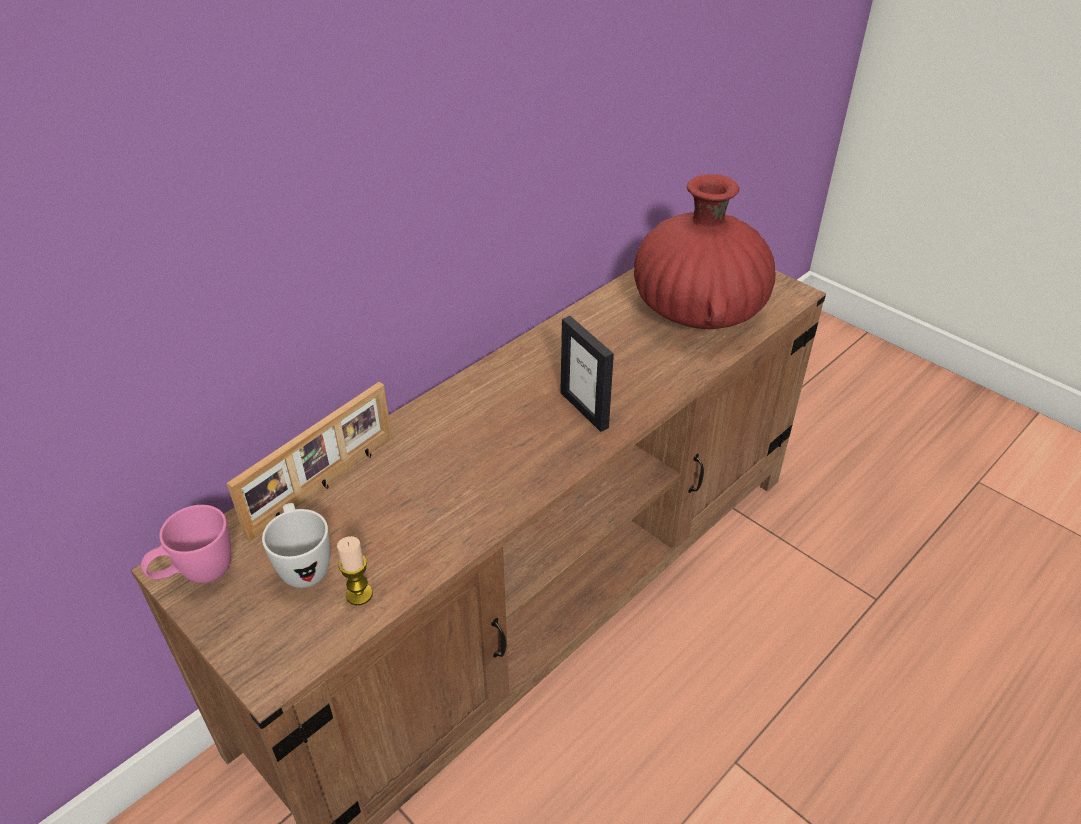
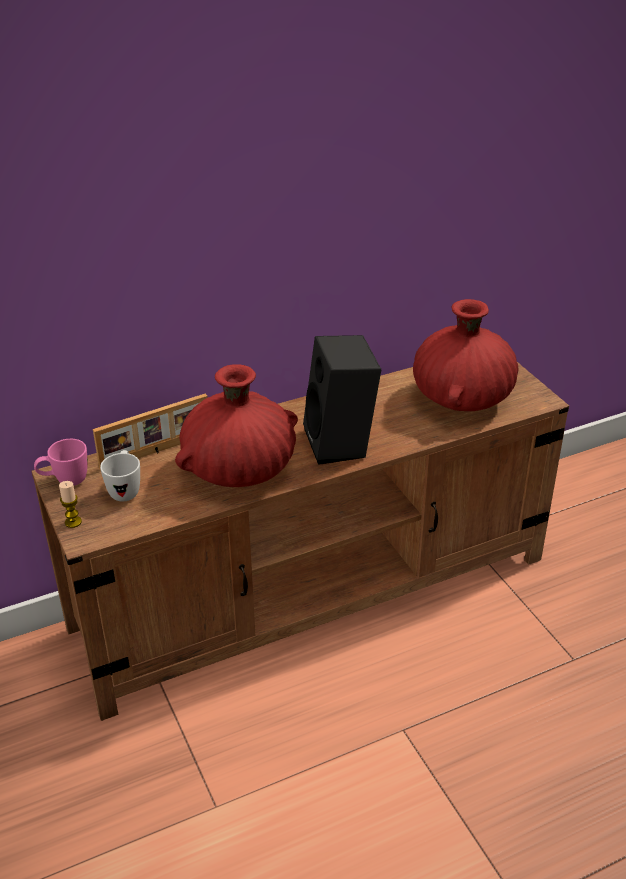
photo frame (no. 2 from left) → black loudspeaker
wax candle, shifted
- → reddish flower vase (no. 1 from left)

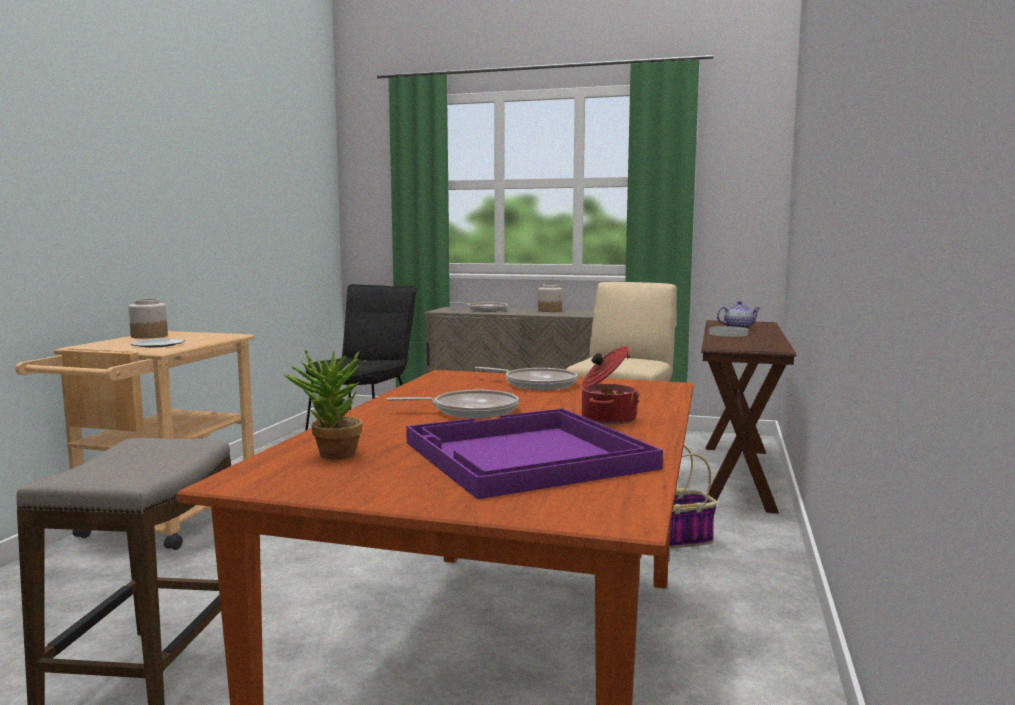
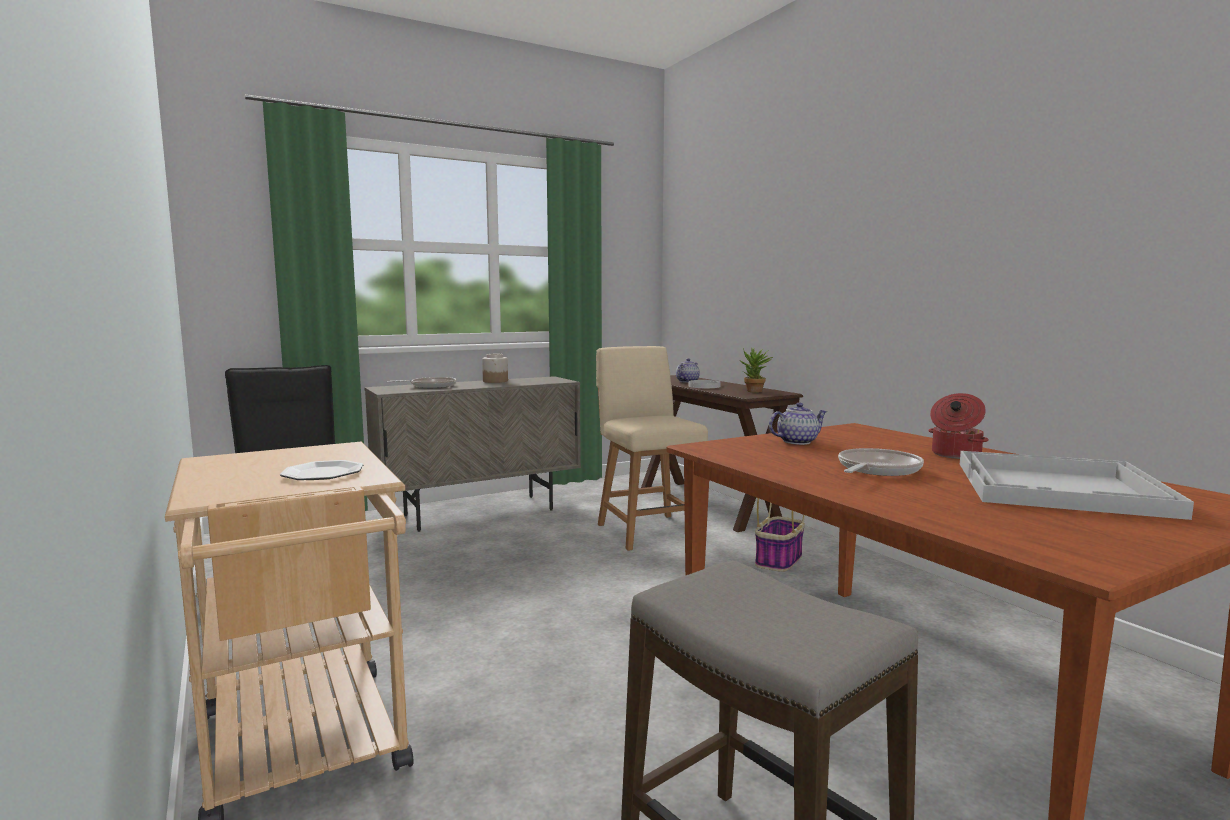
preserve jar (no. 1 from left) → -
plant in a pot, shifted
skillet (no. 3 from left) → pot for tea (no. 2 from left)
purplish carrying tray → white carrying tray

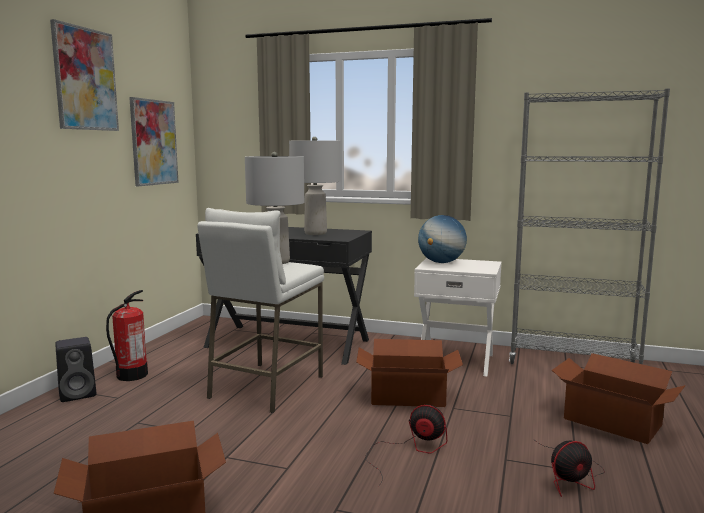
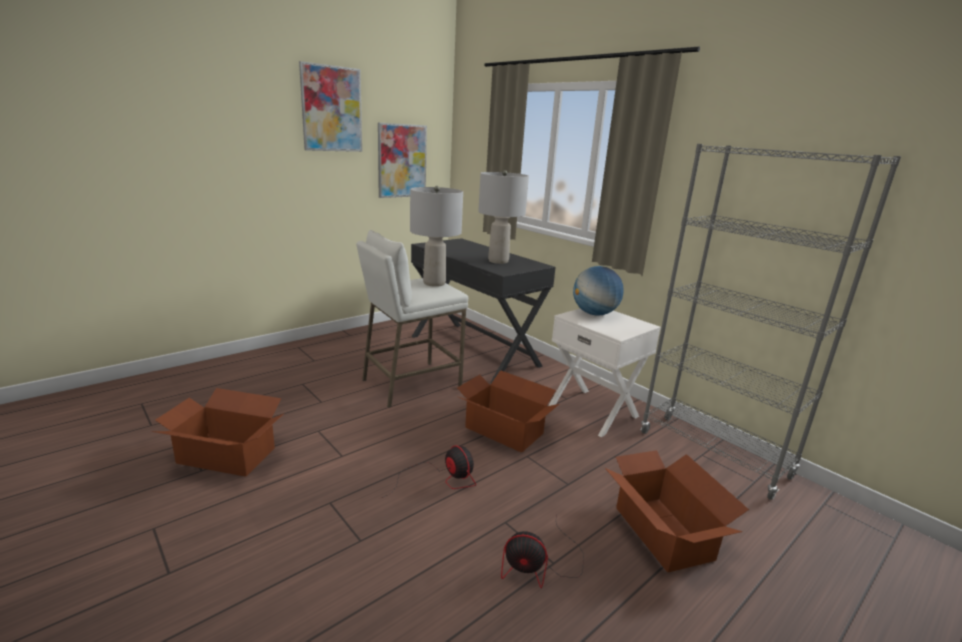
fire-fighting cylinder → -
black loudspeaker → -

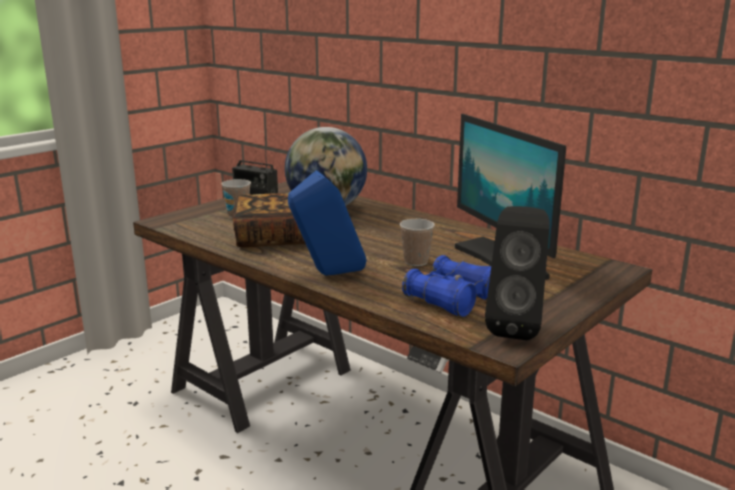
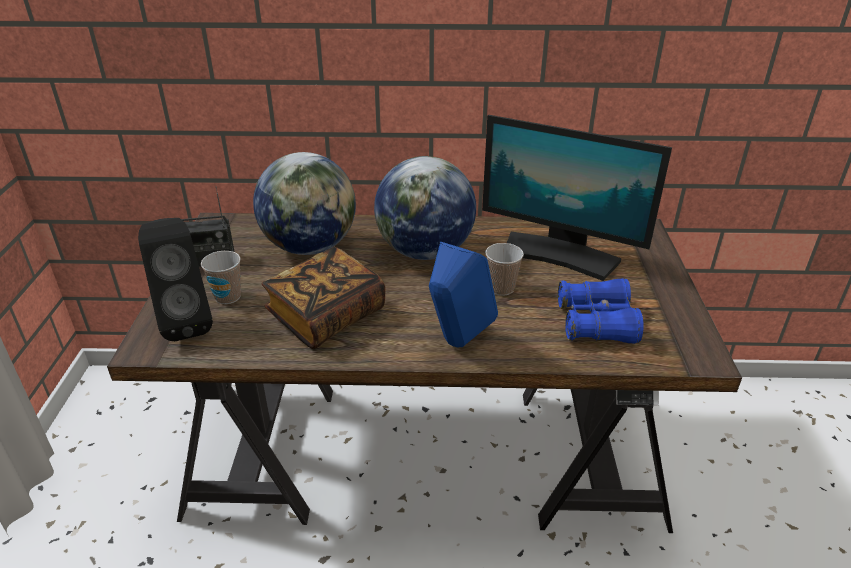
black loudspeaker, shifted
- → desk globe (no. 2 from left)

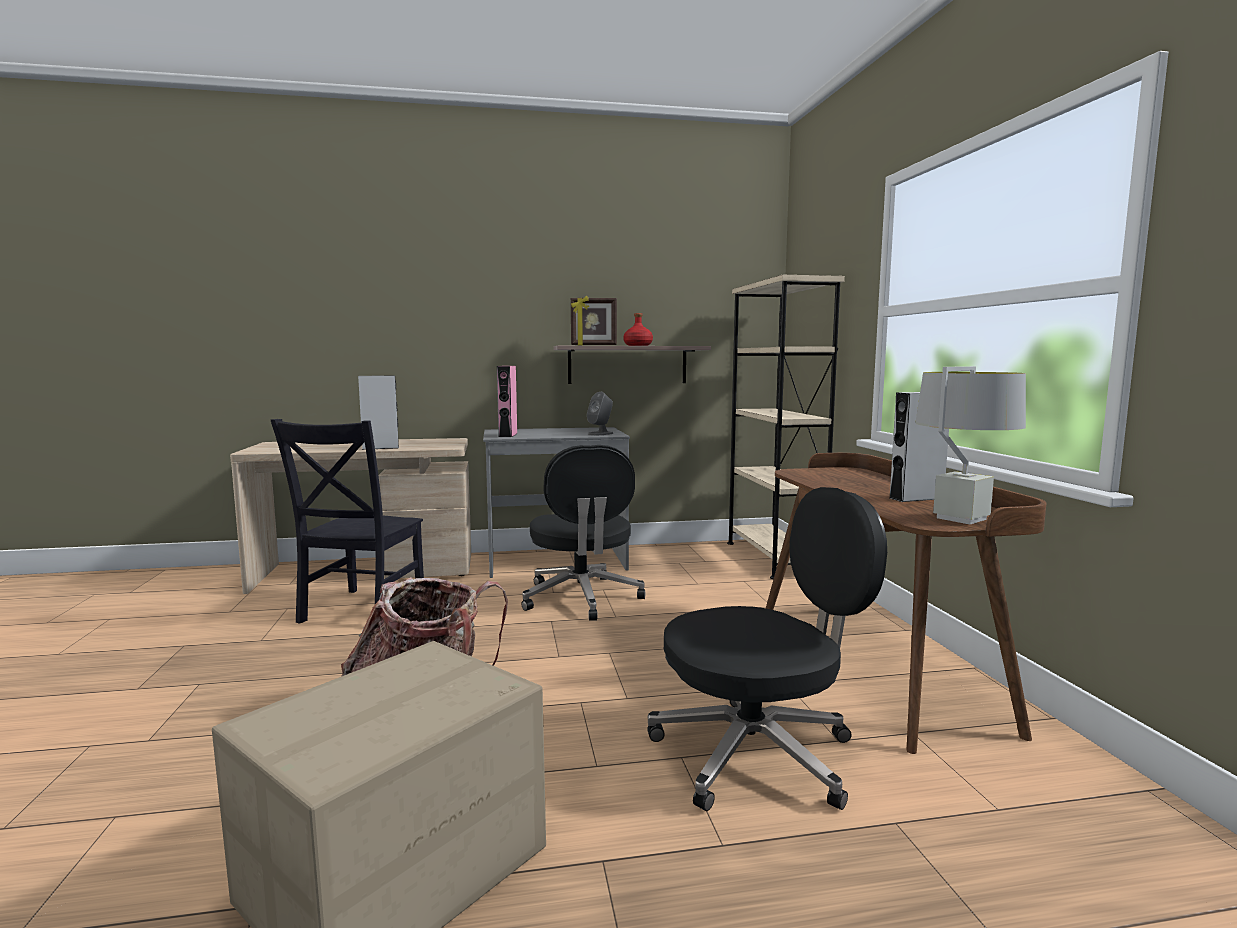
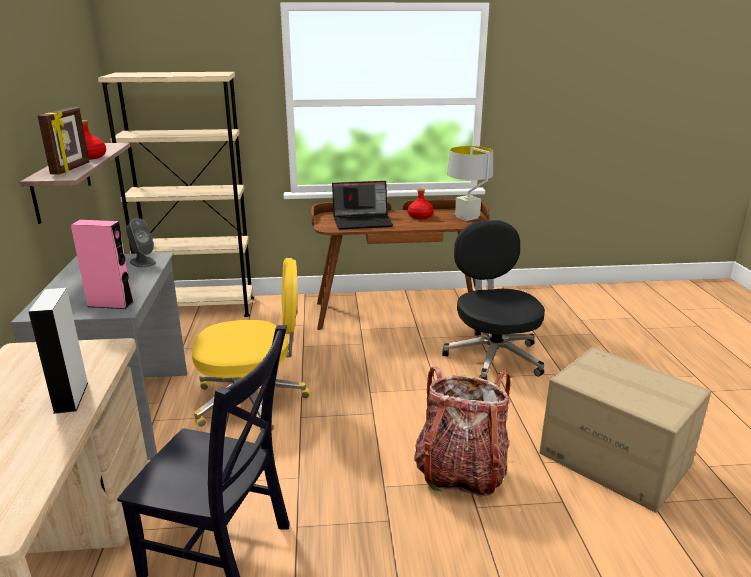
gray loudspeaker (no. 3 from left) → reddish drink bottle (no. 2 from left)
black office chair (no. 1 from left) → yellow-coloured office chair
- → laptop

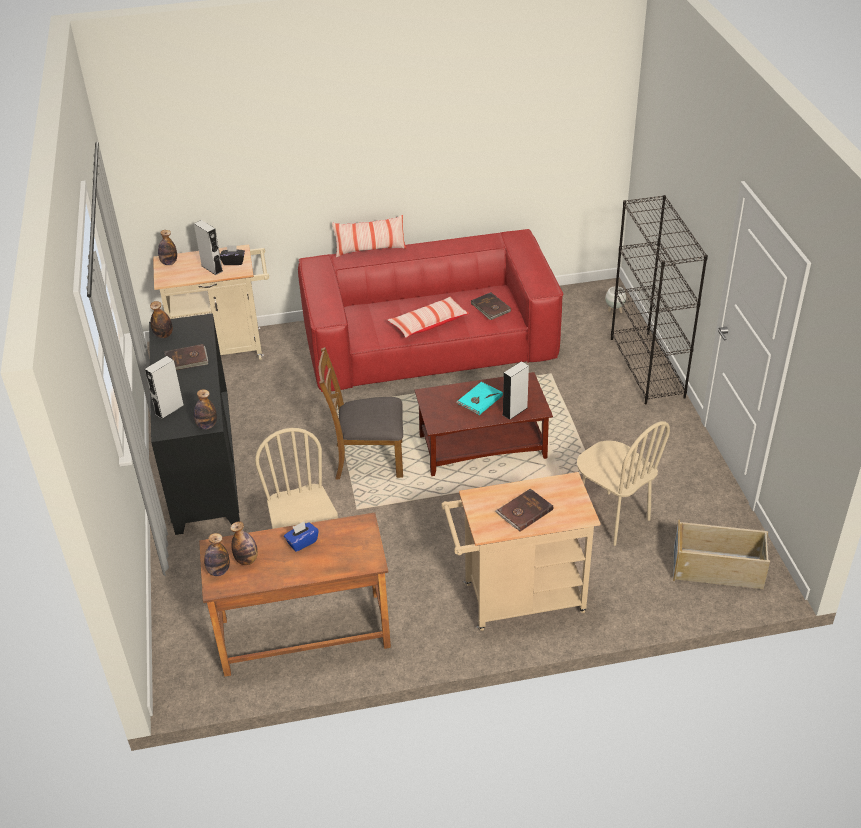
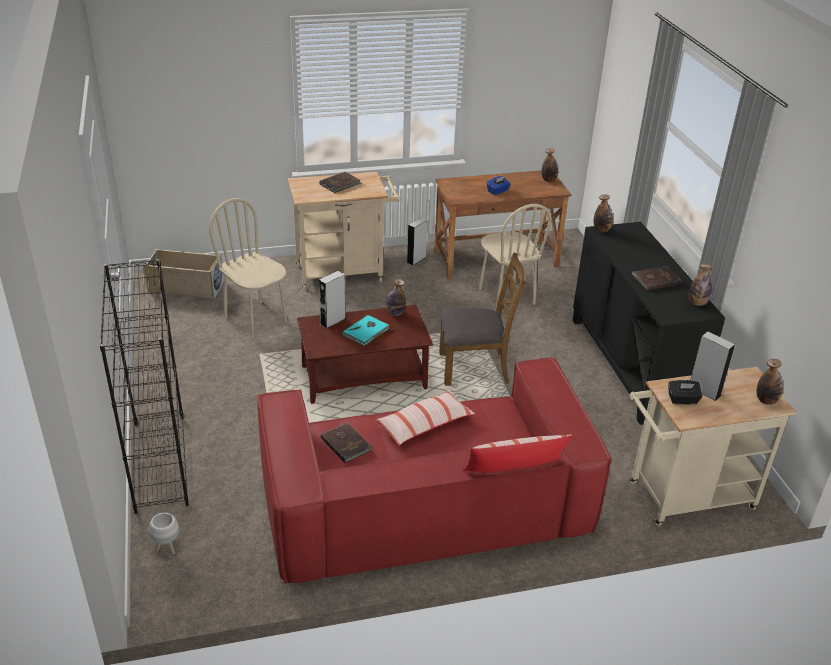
gray loudspeaker (no. 1 from left in the first image) → gray loudspeaker (no. 2 from left), shifted
drink bottle (no. 5 from left in the first image) → drink bottle (no. 1 from left), shifted

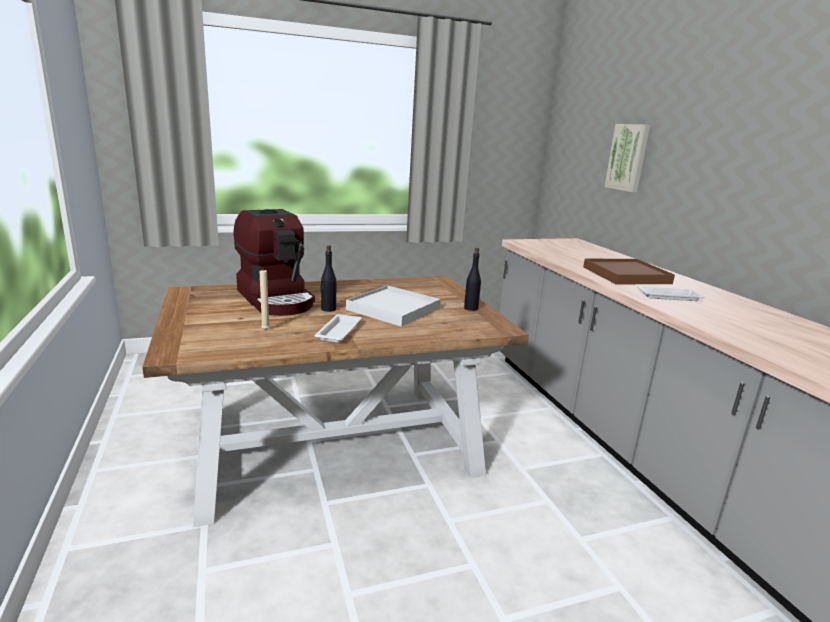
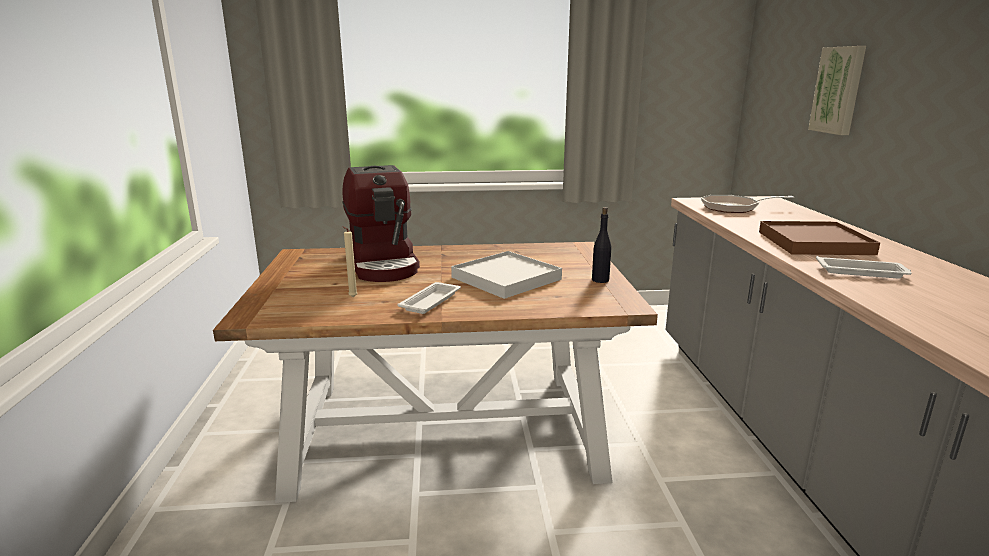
black drink bottle (no. 1 from left) → -
- → skillet

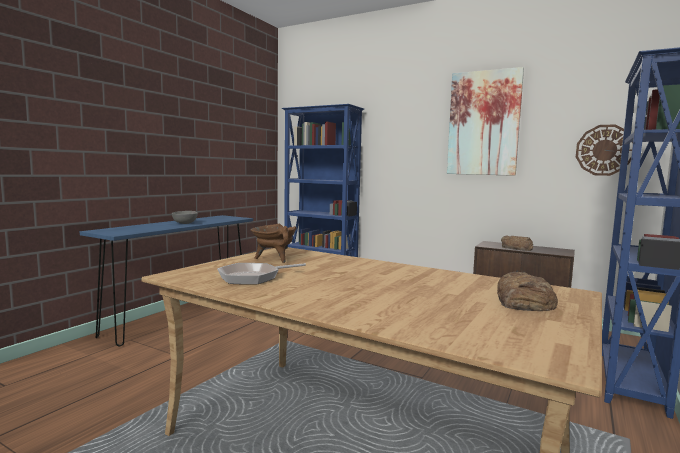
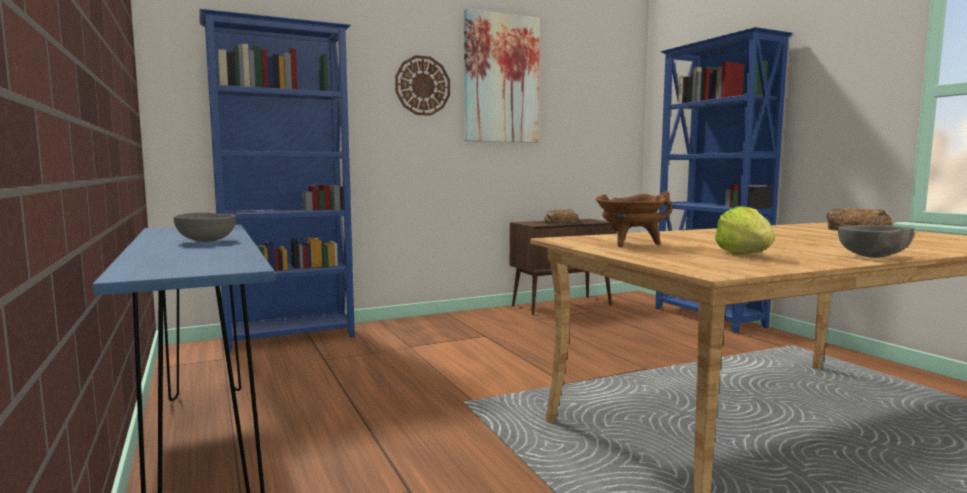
wall clock, shifted
skillet → lettuce head
- → gray deep dish (no. 2 from left)

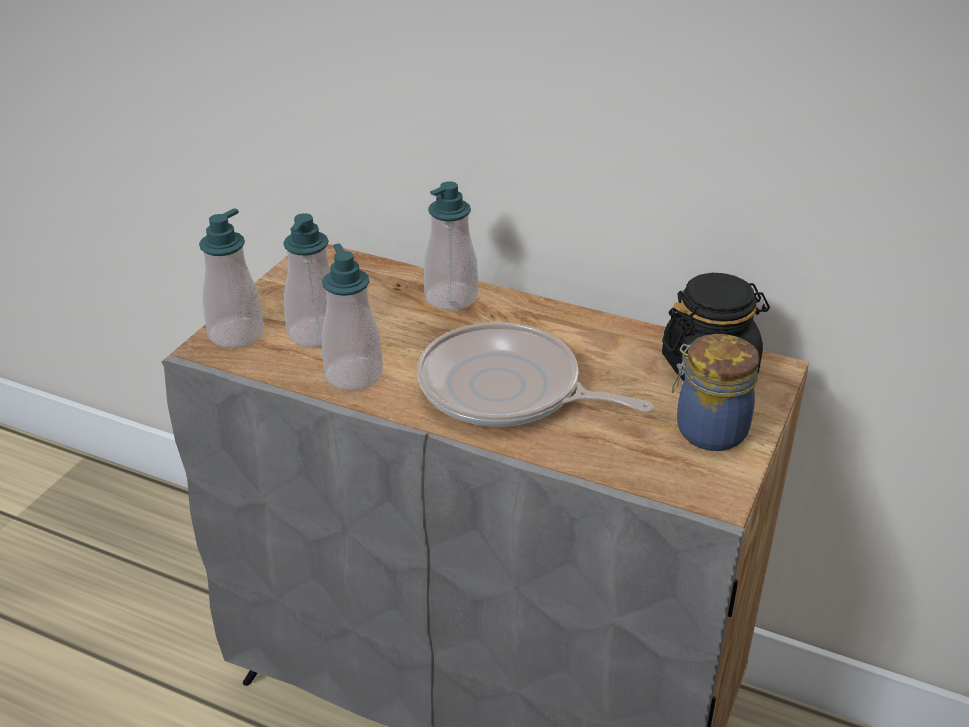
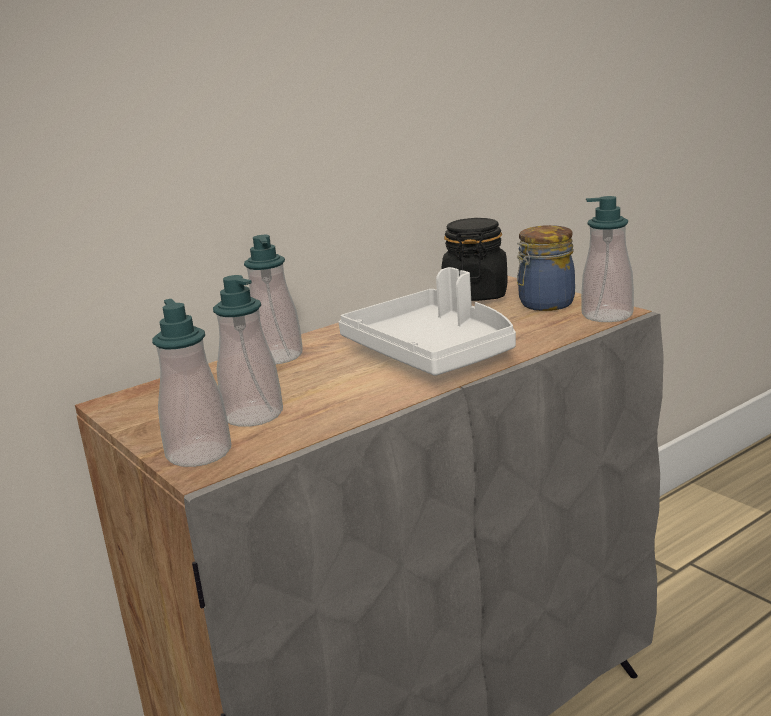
soap bottle (no. 3 from left in the first image) → soap bottle (no. 4 from left), shifted
skillet → white carrying tray

